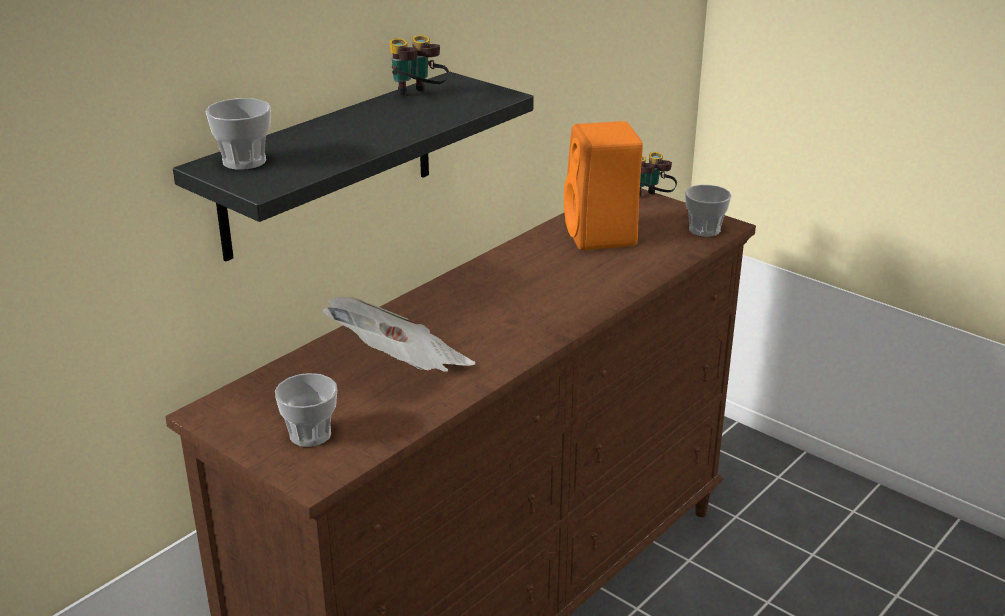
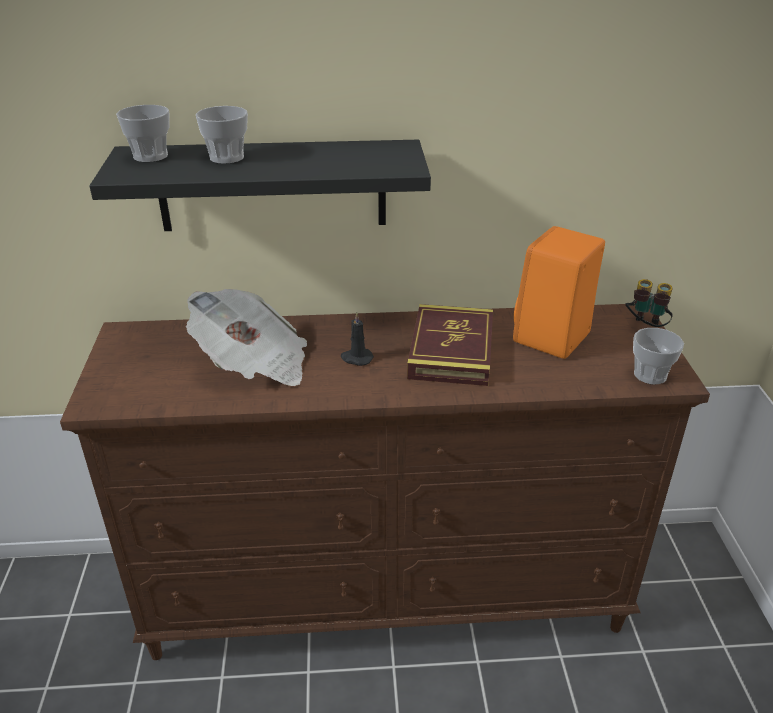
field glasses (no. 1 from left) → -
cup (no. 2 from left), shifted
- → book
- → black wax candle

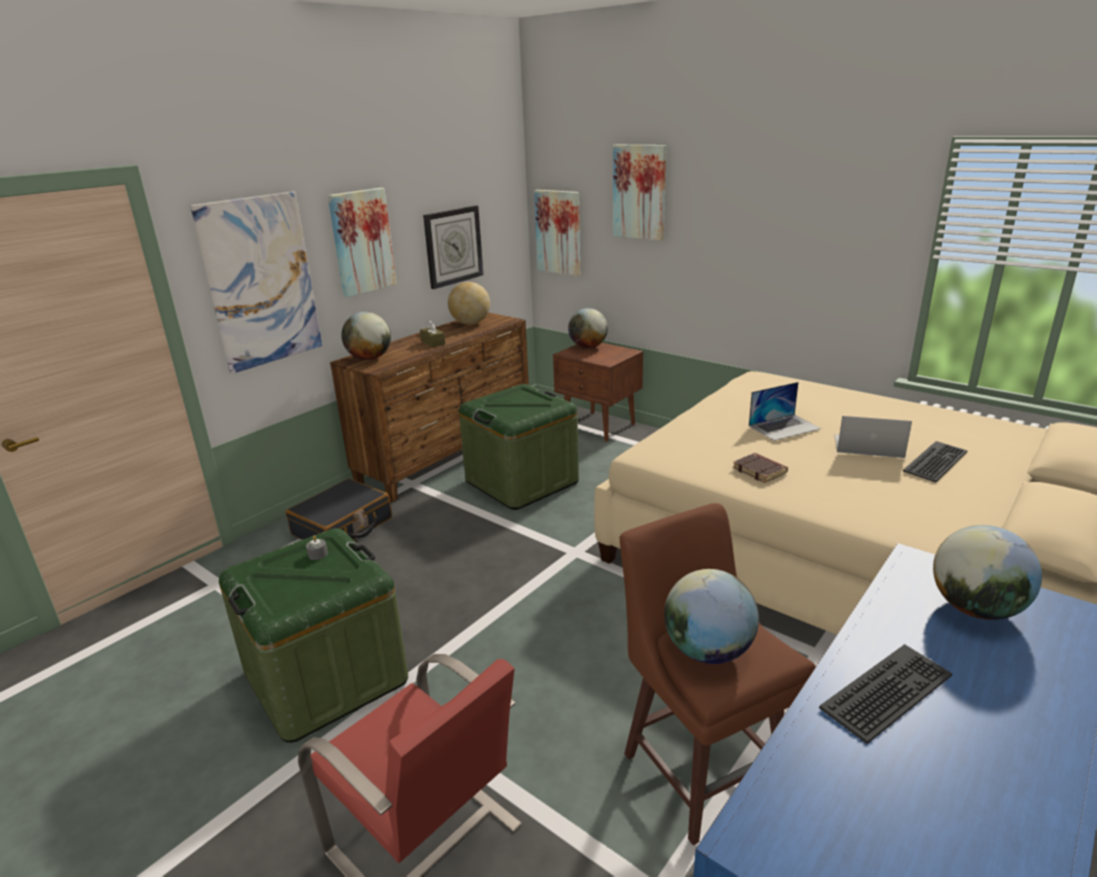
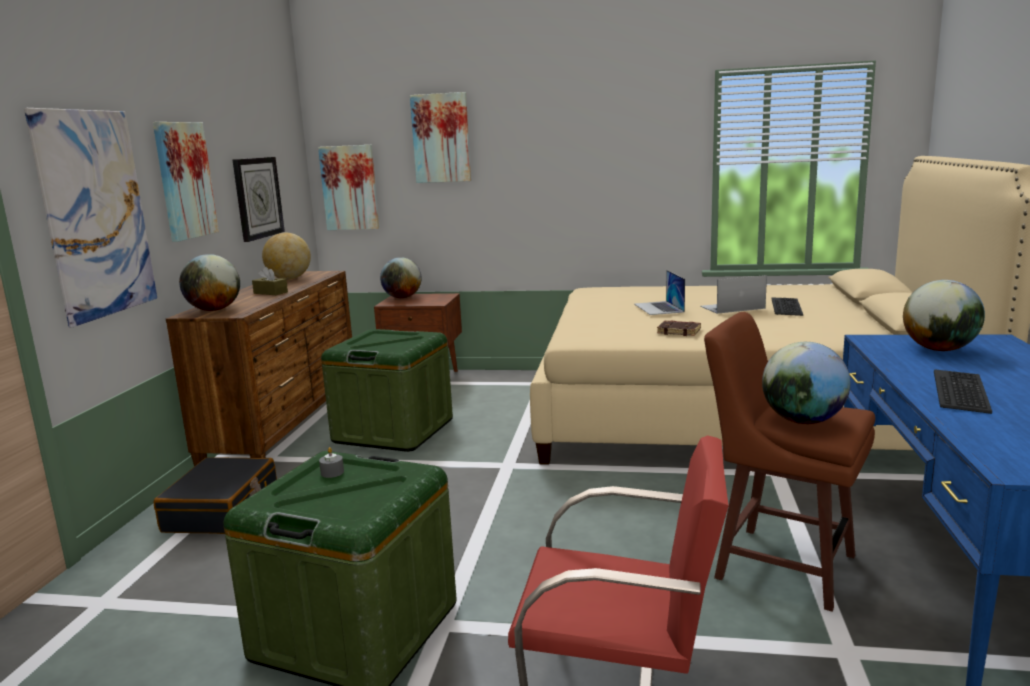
laptop (no. 1 from left), 135 degrees clockwise

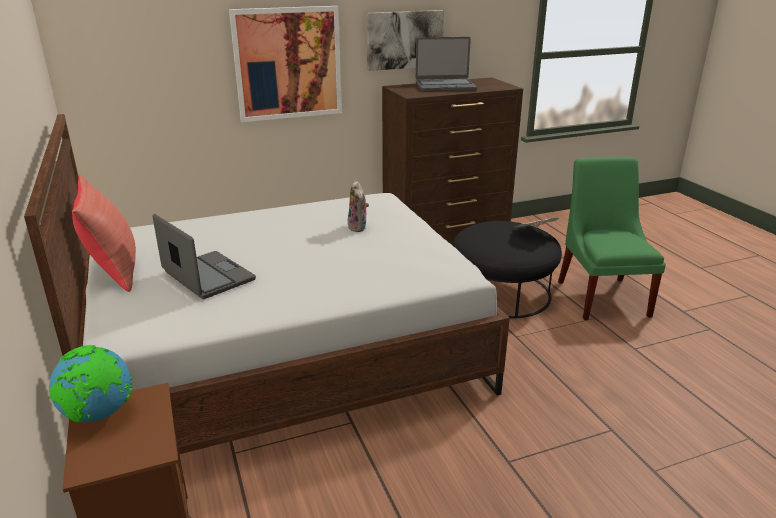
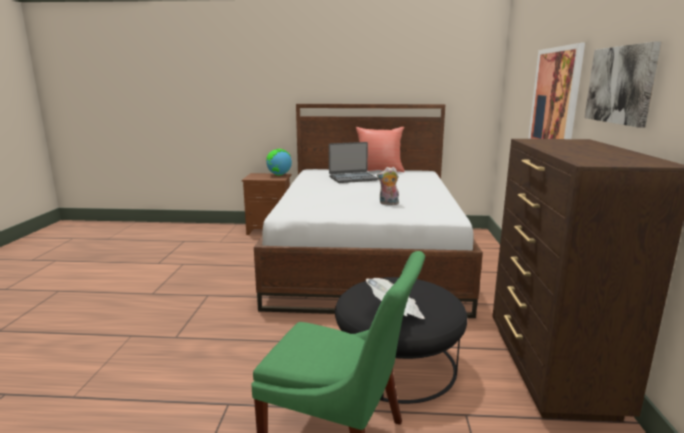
laptop (no. 2 from left) → -

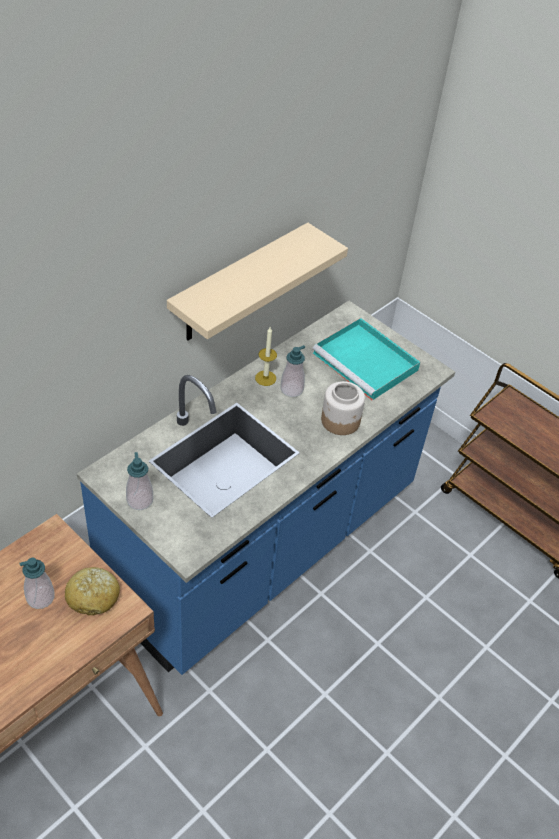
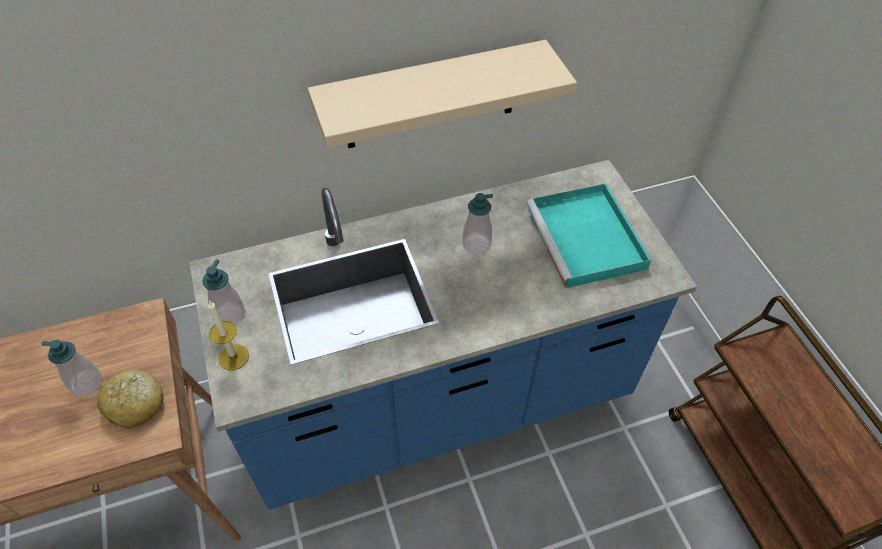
wax candle, shifted
preserve jar → -

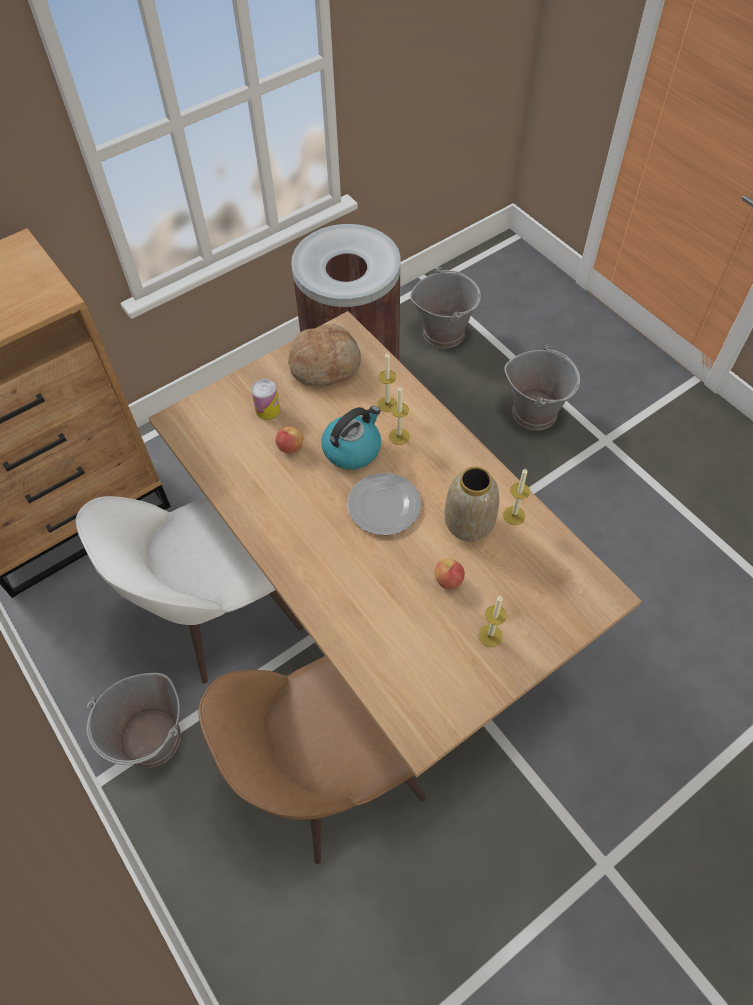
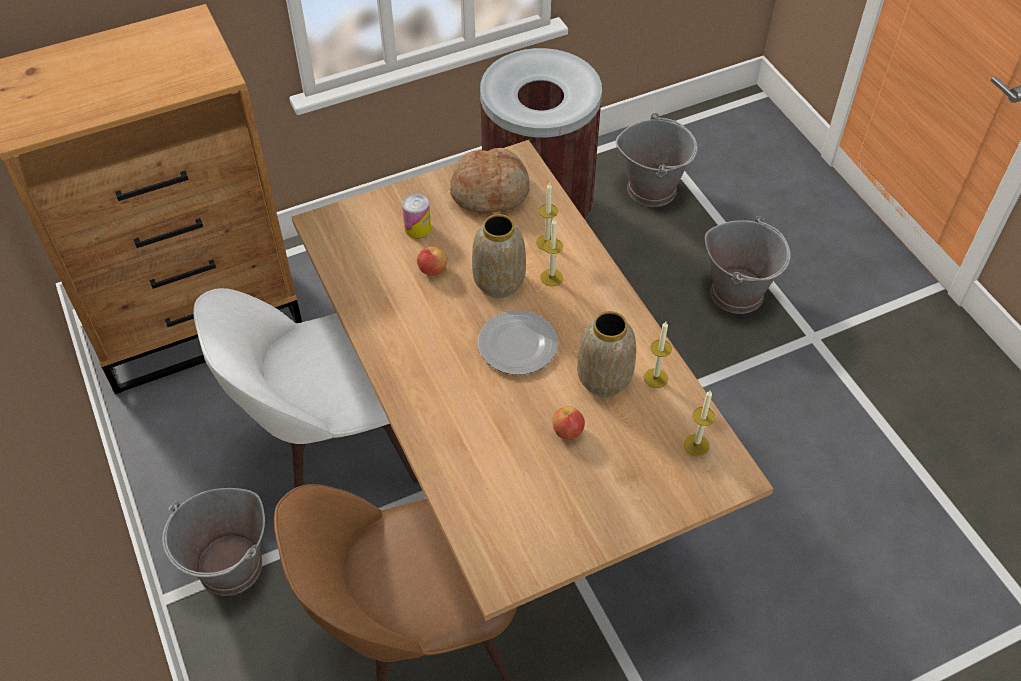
kettle → flower vase (no. 1 from left)
wax candle (no. 3 from left in the first image) → wax candle (no. 4 from left), shifted

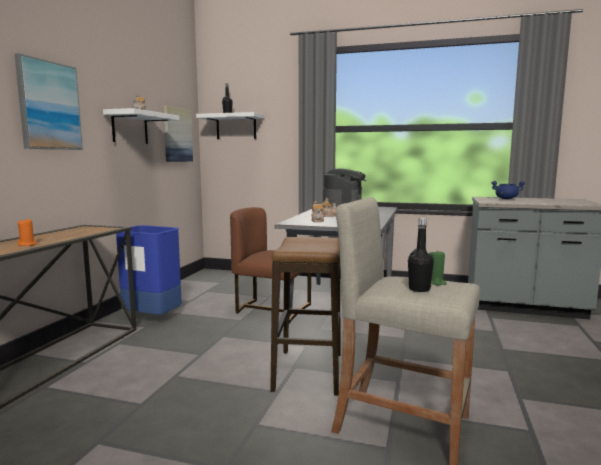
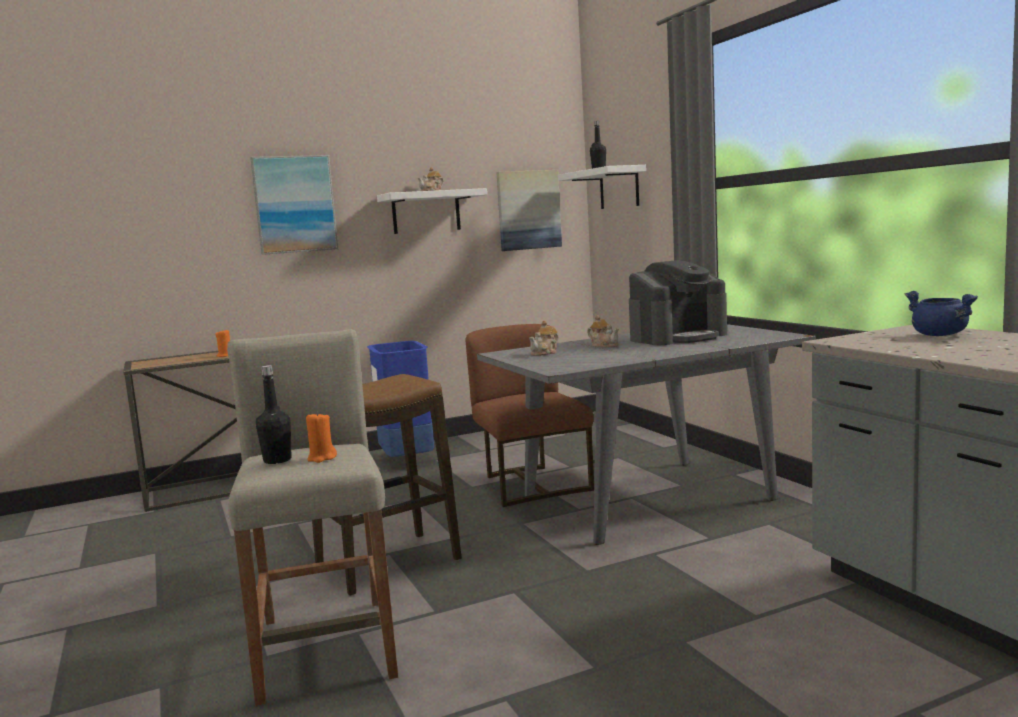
green wax candle → orangey wax candle (no. 2 from left)

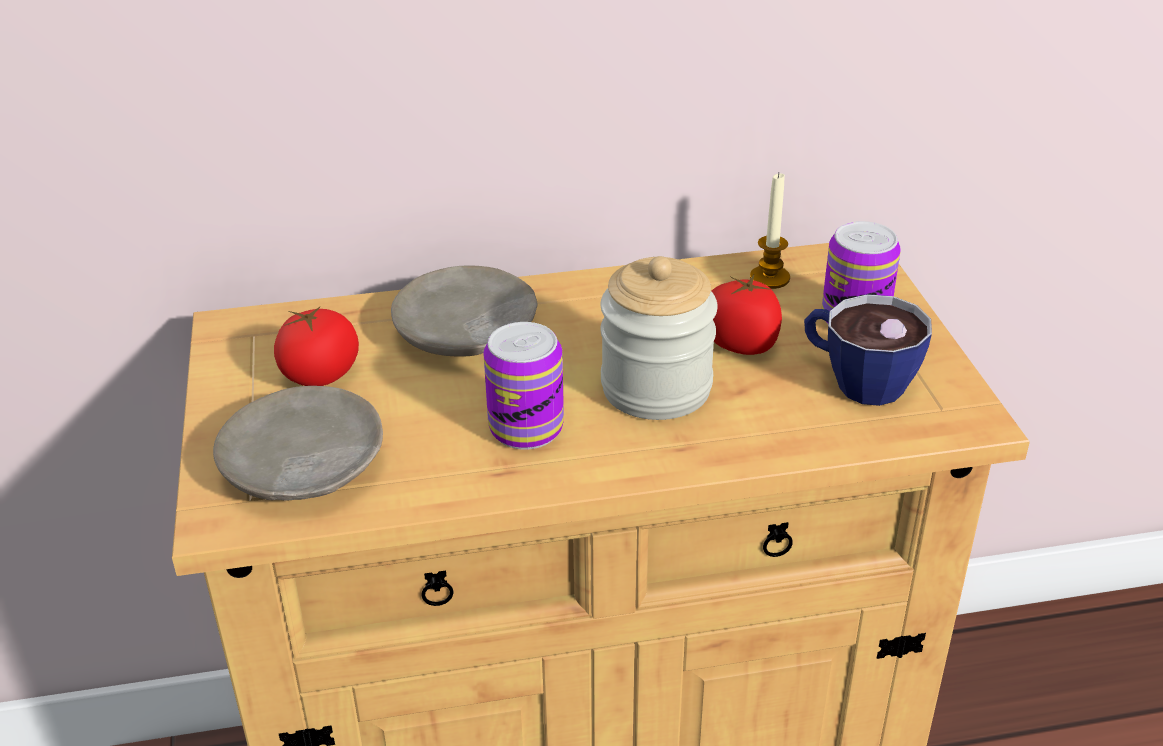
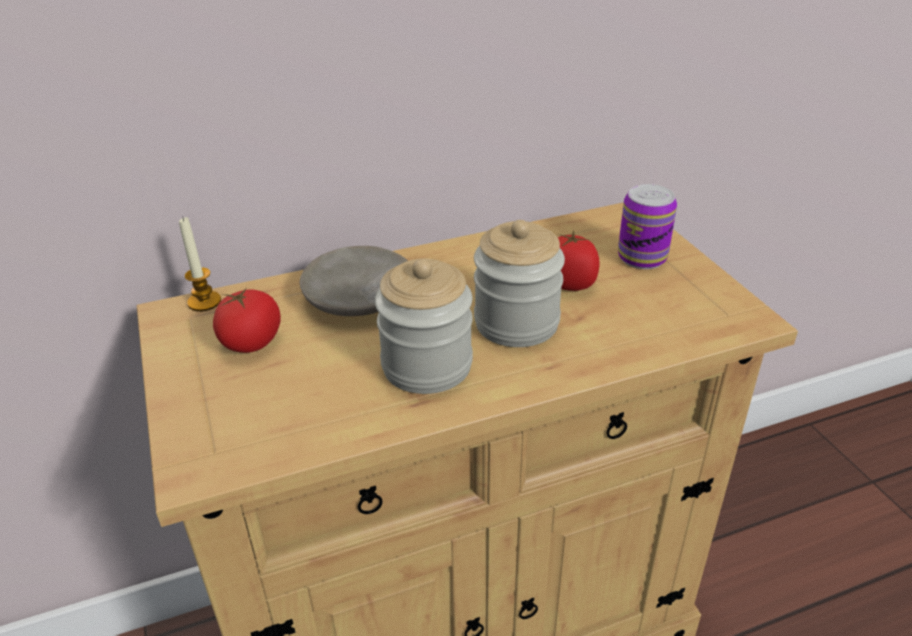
wax candle, shifted
cup → -
metal can (no. 1 from left) → preserve jar (no. 1 from left)
sand-coloured dinner plate (no. 1 from left) → -

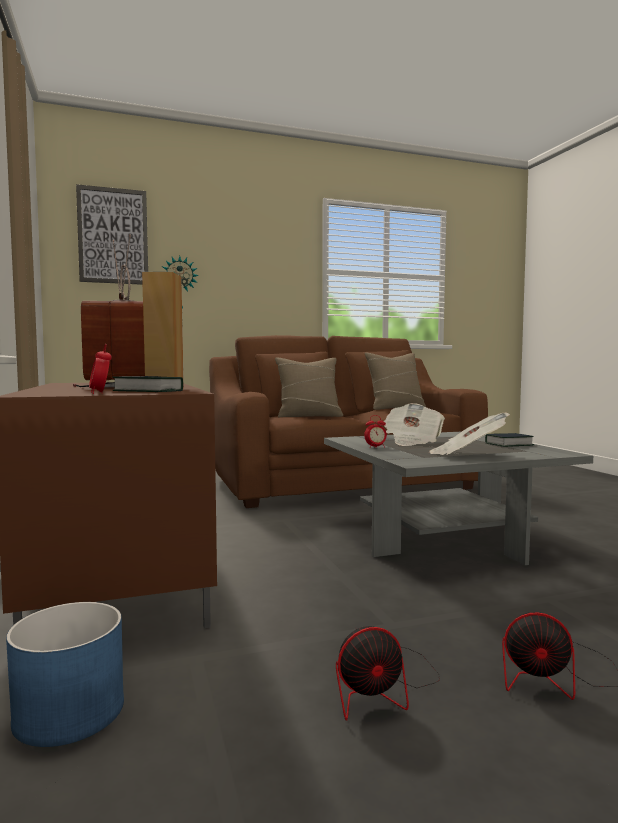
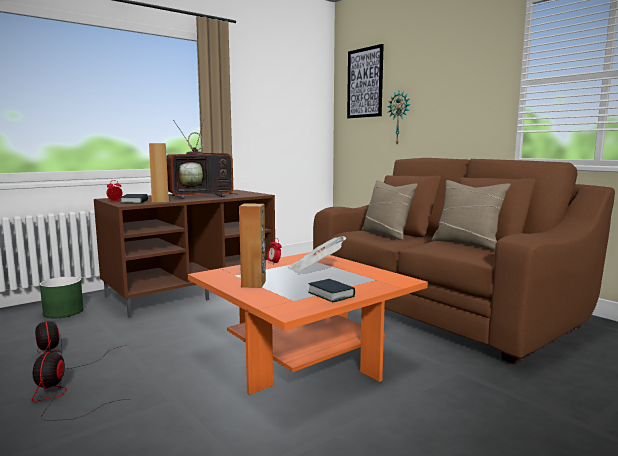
newspaper (no. 2 from left) → brown-coloured loudspeaker (no. 2 from left)
gray lounge table → orangey lounge table
blue flower pot → green flower pot

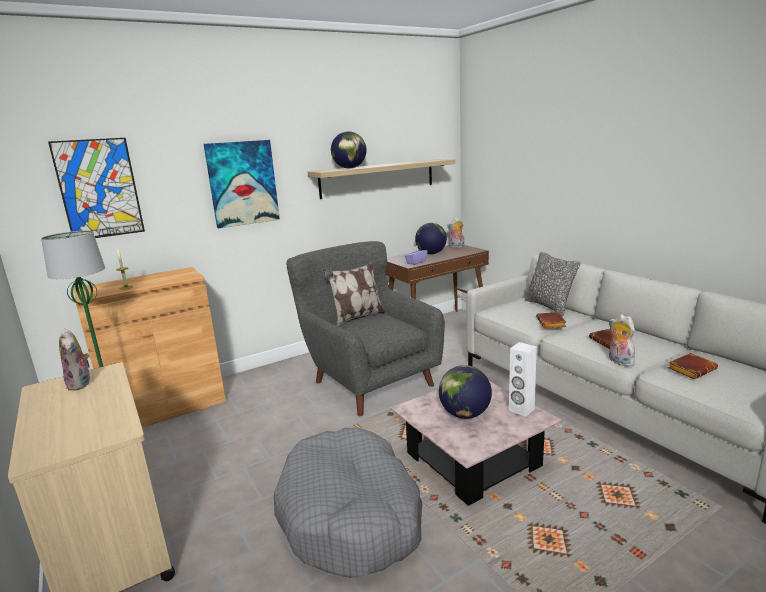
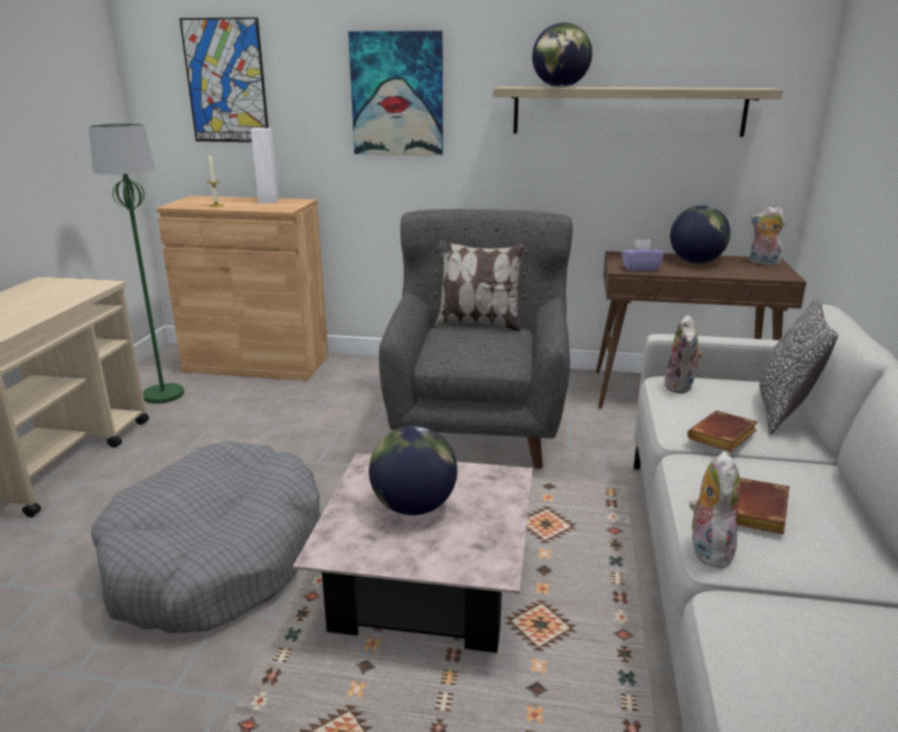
soft toy (no. 1 from left), shifted
white loudspeaker, shifted
brown-coloured book (no. 3 from left) → -

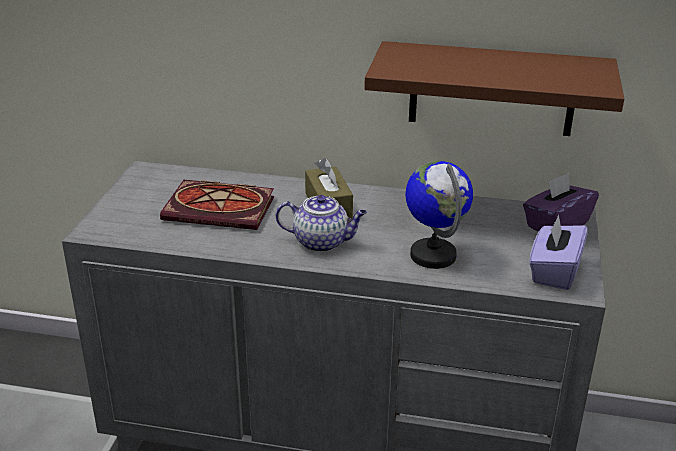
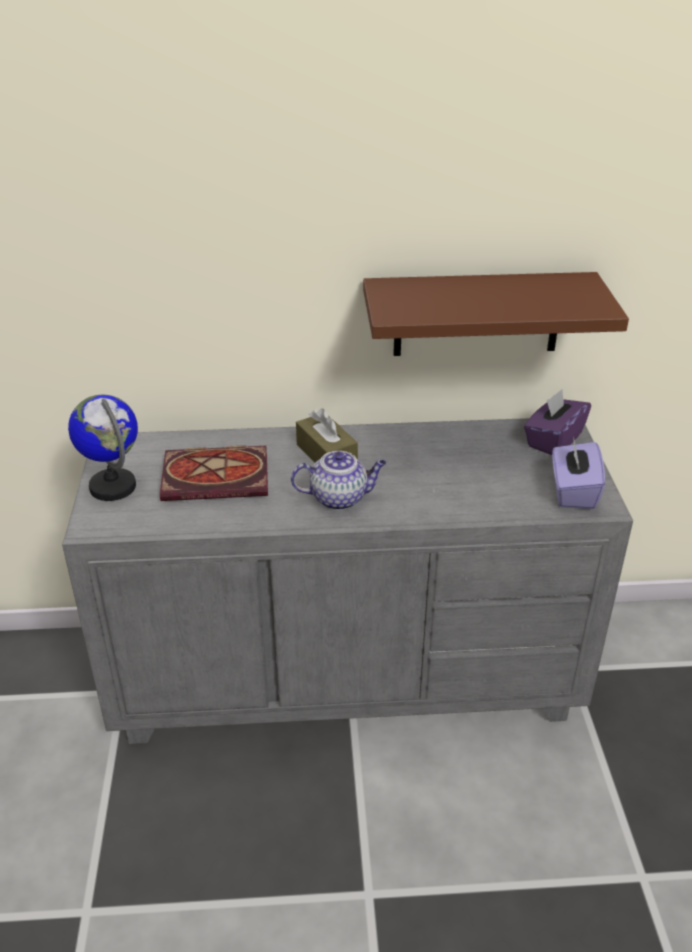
desk globe, shifted

